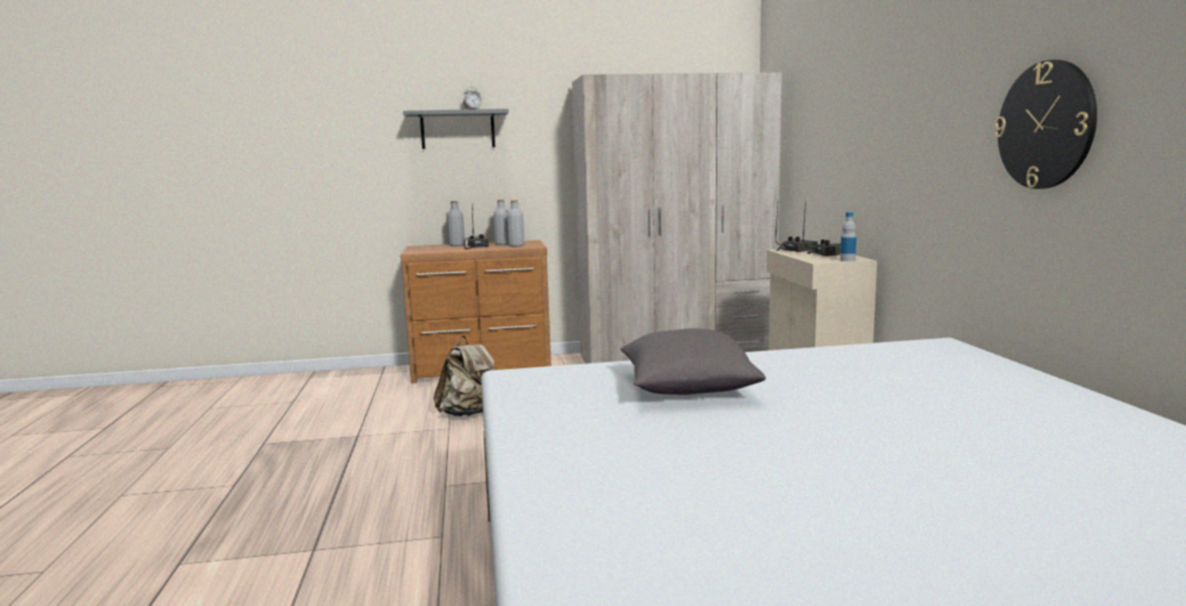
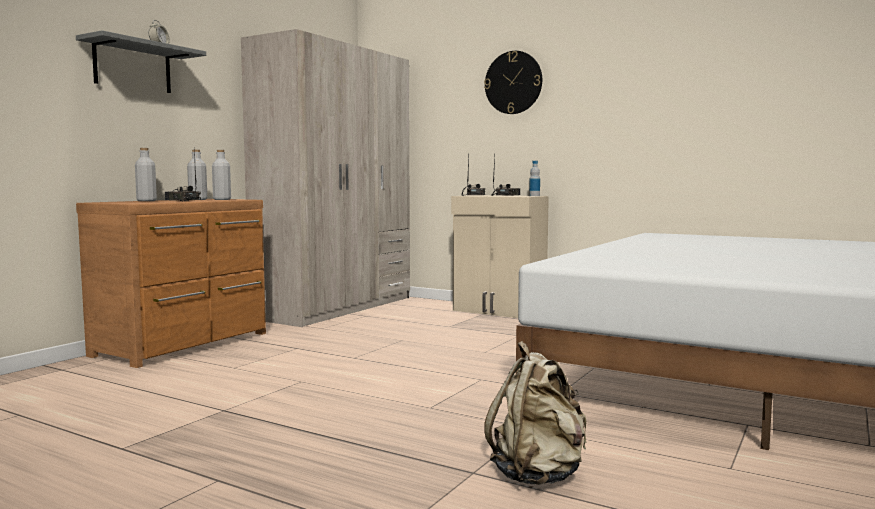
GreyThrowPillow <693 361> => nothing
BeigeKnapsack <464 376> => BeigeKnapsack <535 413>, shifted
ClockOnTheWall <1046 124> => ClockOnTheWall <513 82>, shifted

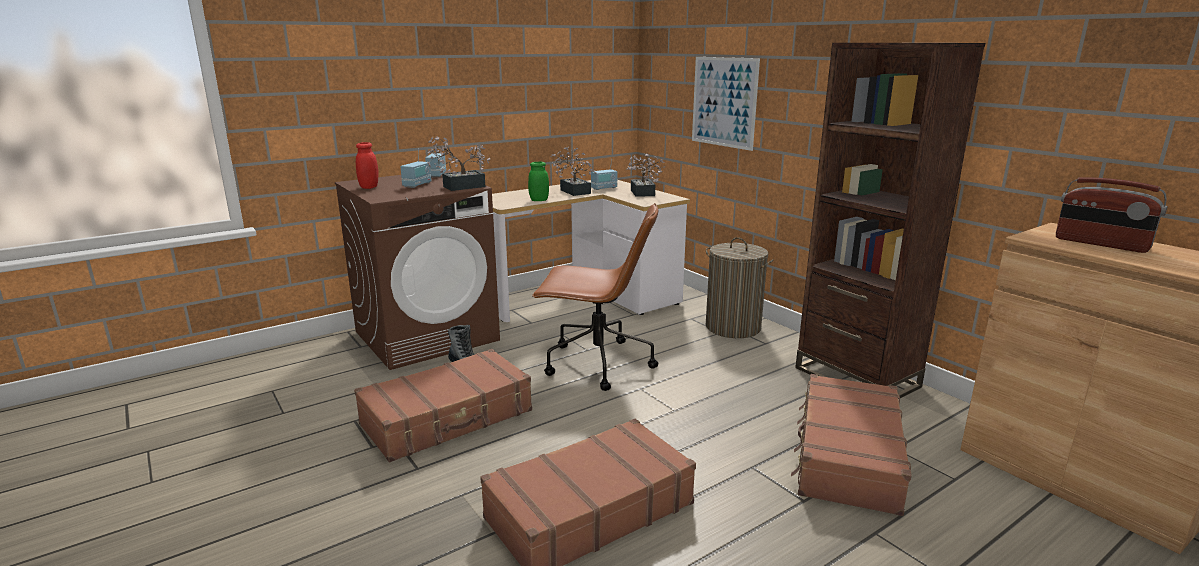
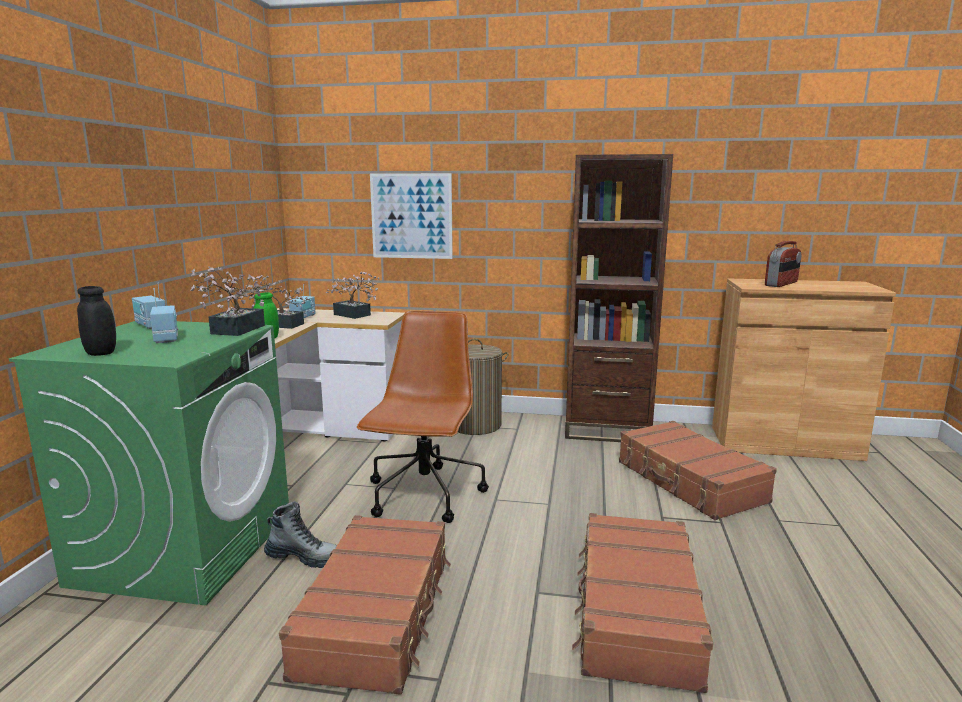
BrownWashingMachine <417 270> => GreenColouredWashingMachine <149 463>
RedJar <367 165> => BlackishJar <96 321>
BrownDeskChair <595 297> => BrownDeskChair <423 417>, 45 degrees counterclockwise
RadioReceiver <1111 215> => RadioReceiver <783 264>, 45 degrees counterclockwise

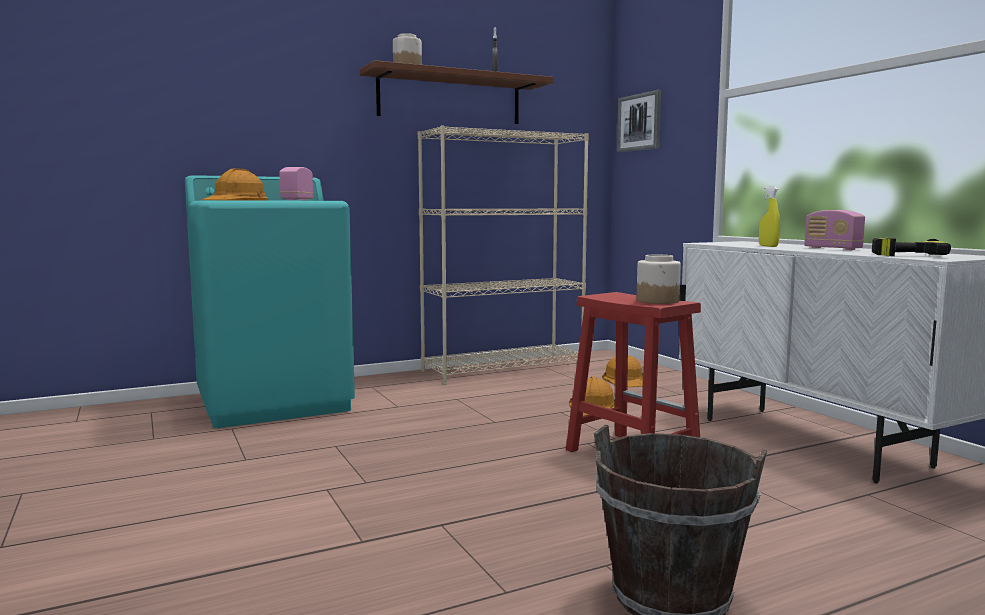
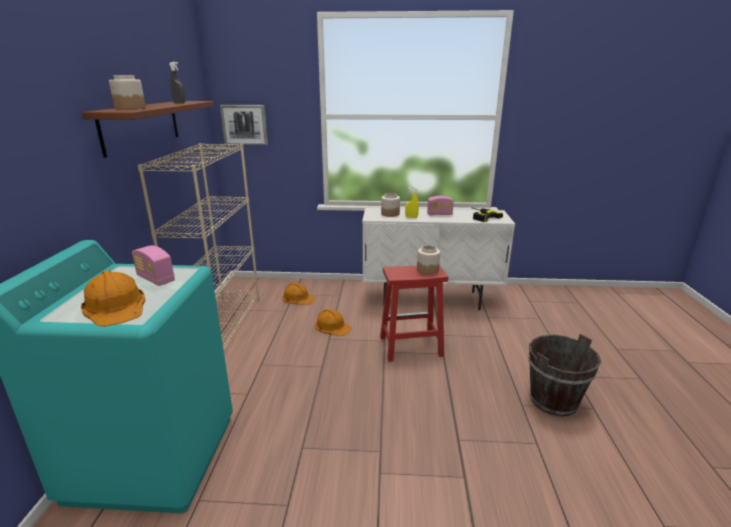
nothing => Jar <390 205>

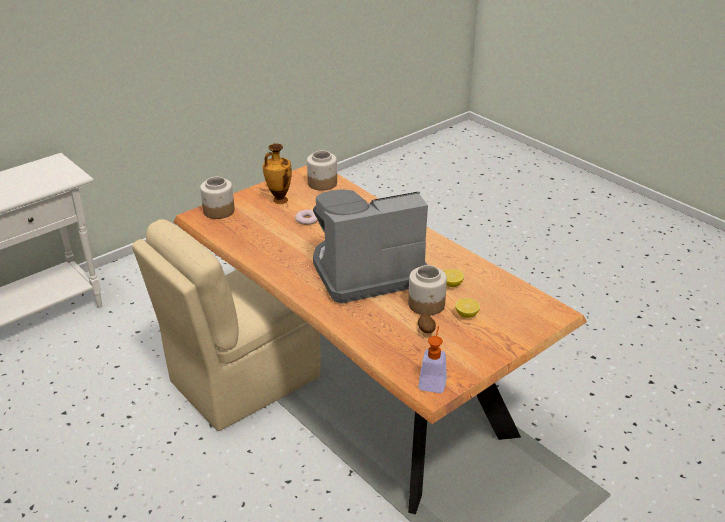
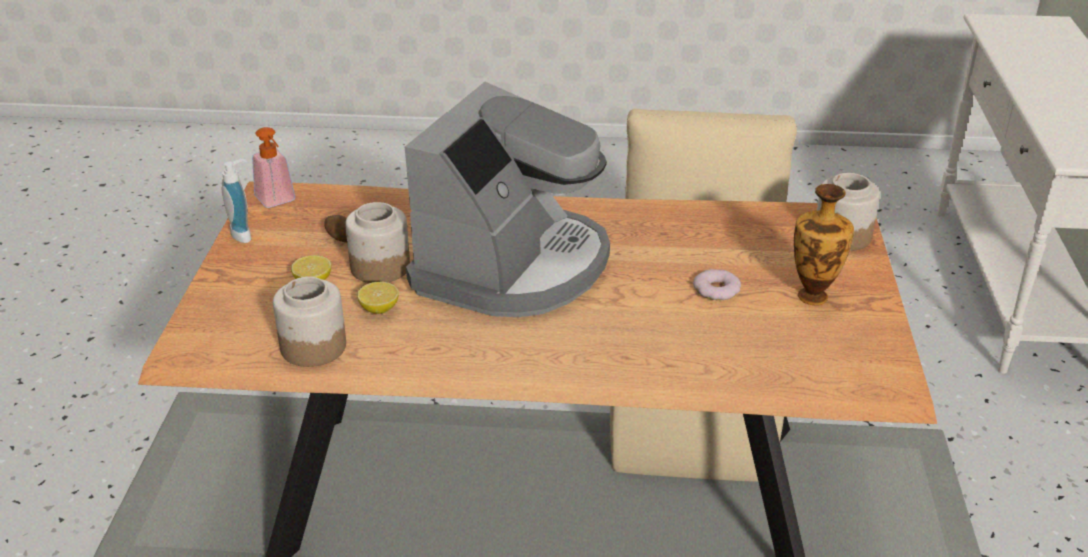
nothing => SoapBottle <236 201>
Jar <322 170> => Jar <309 322>, shifted

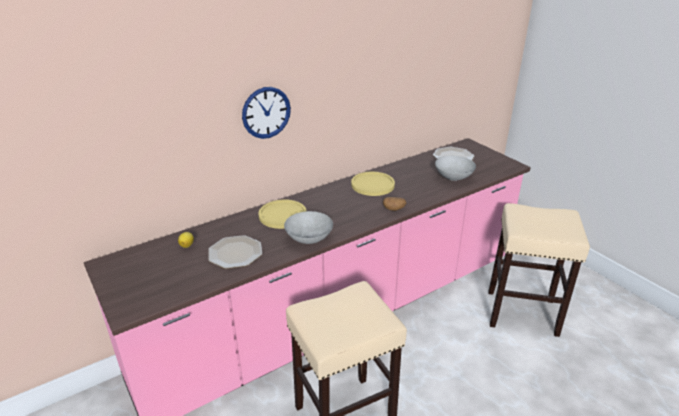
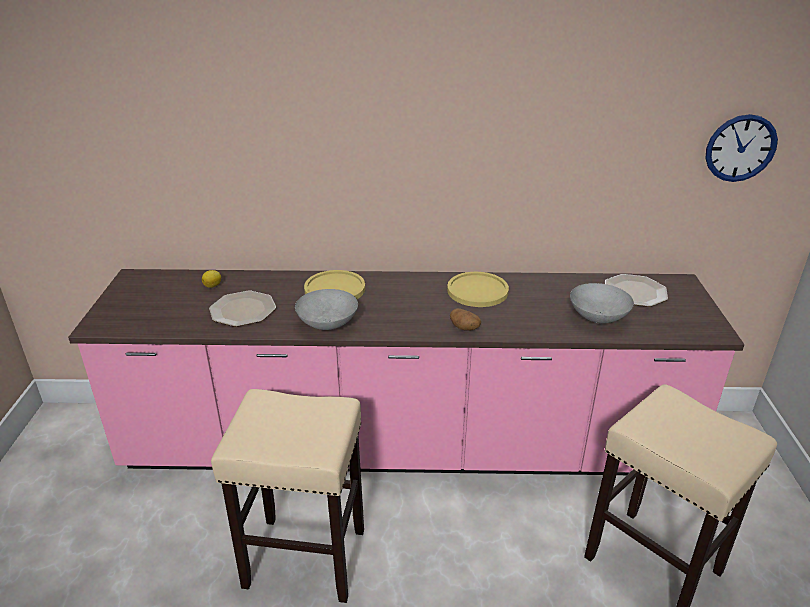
ClockOnTheWall <266 113> => ClockOnTheWall <741 148>, shifted

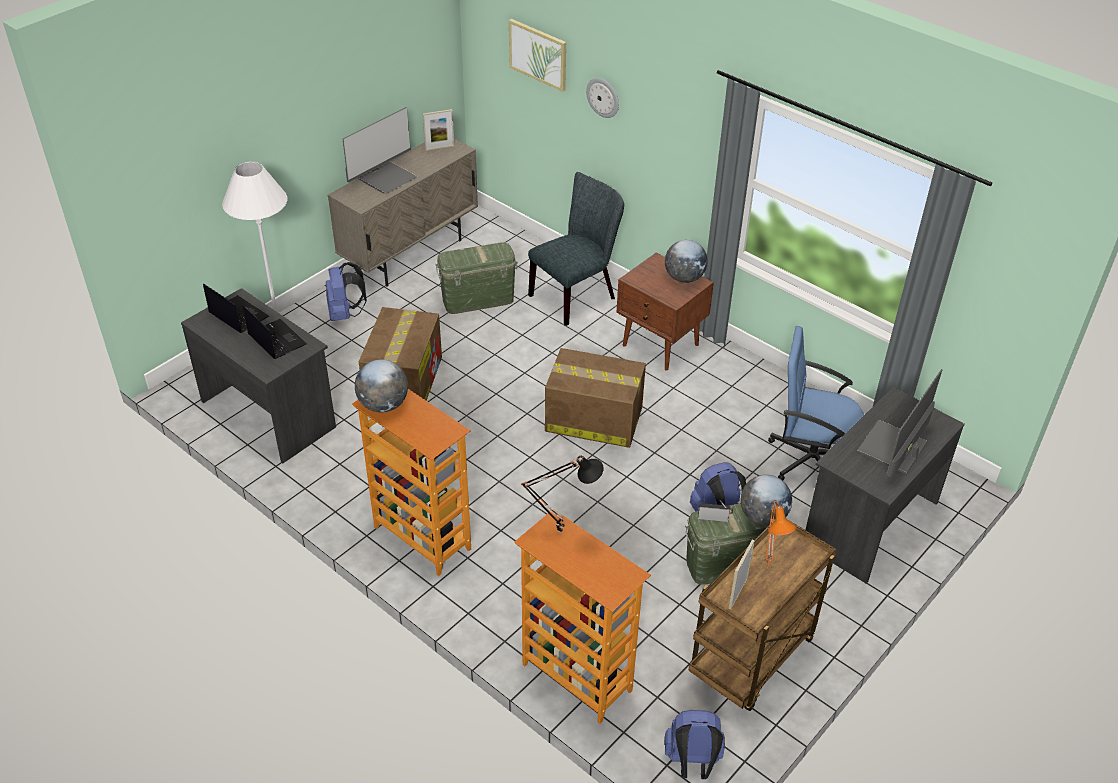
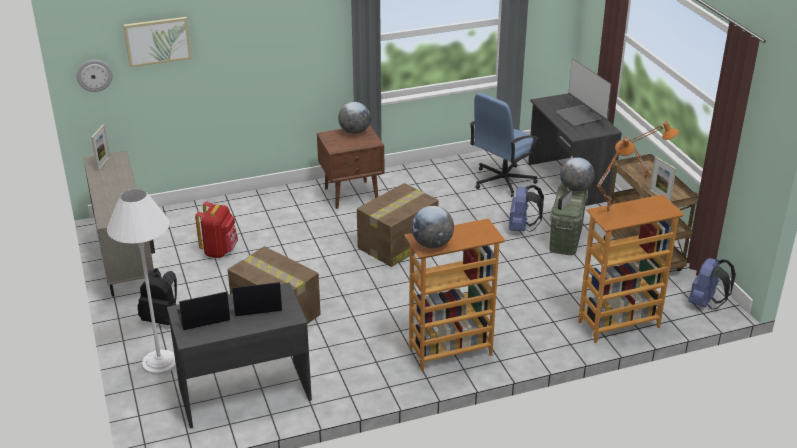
ComputerDisplay <380 150> => nothing
GreyUprightChair <576 249> => nothing
ClockOnTheWall <602 98> => ClockOnTheWall <95 76>, shifted
GreenColouredStorageBin <476 278> => RedKnapsack <216 229>
BlueKnapsack <346 291> => BlackishKnapsack <157 296>
BlackishTableLamp <562 494> => OrangeColouredTableLamp <616 175>

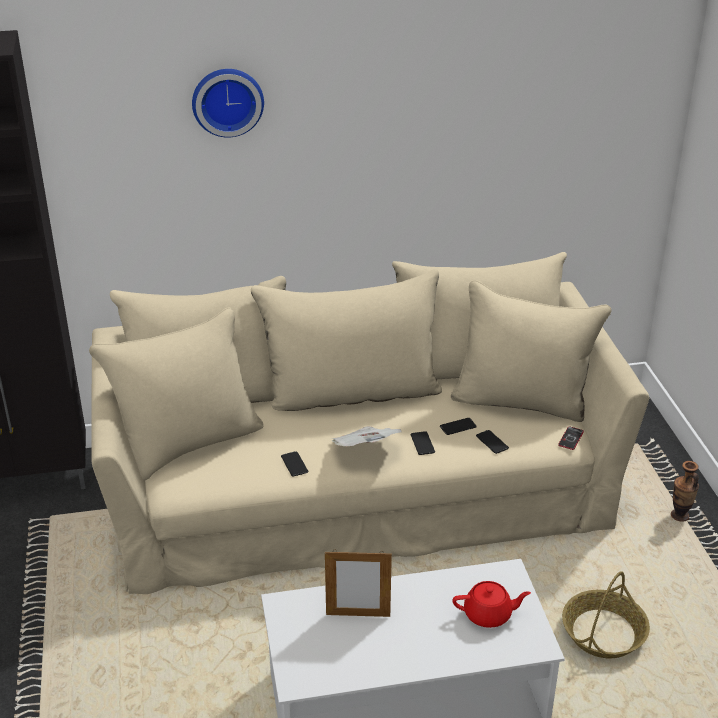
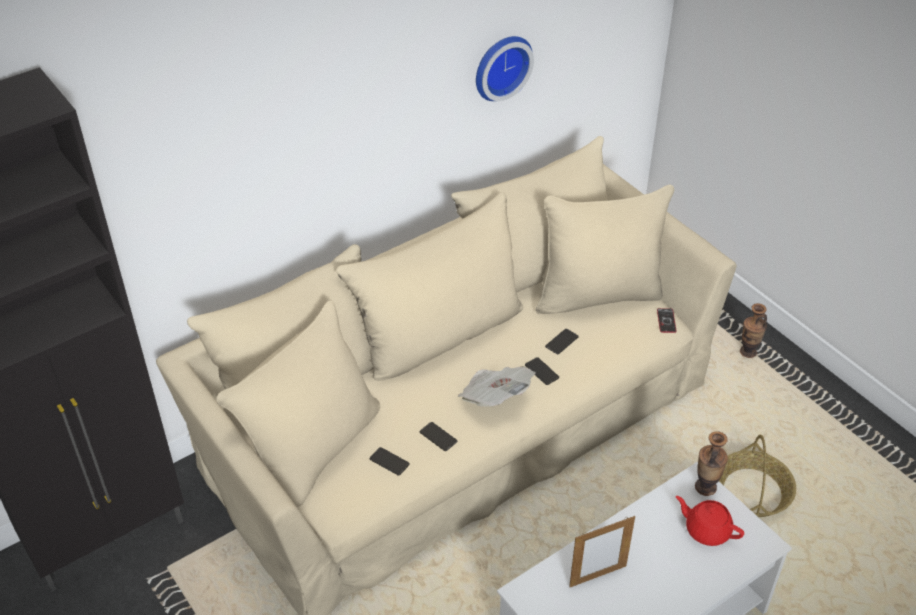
nothing => Vase <711 463>
ClockOnTheWall <228 103> => ClockOnTheWall <505 68>, shifted
Handset <492 442> => Handset <390 461>, shifted
RedTeapot <491 604> => RedTeapot <710 521>, 120 degrees counterclockwise

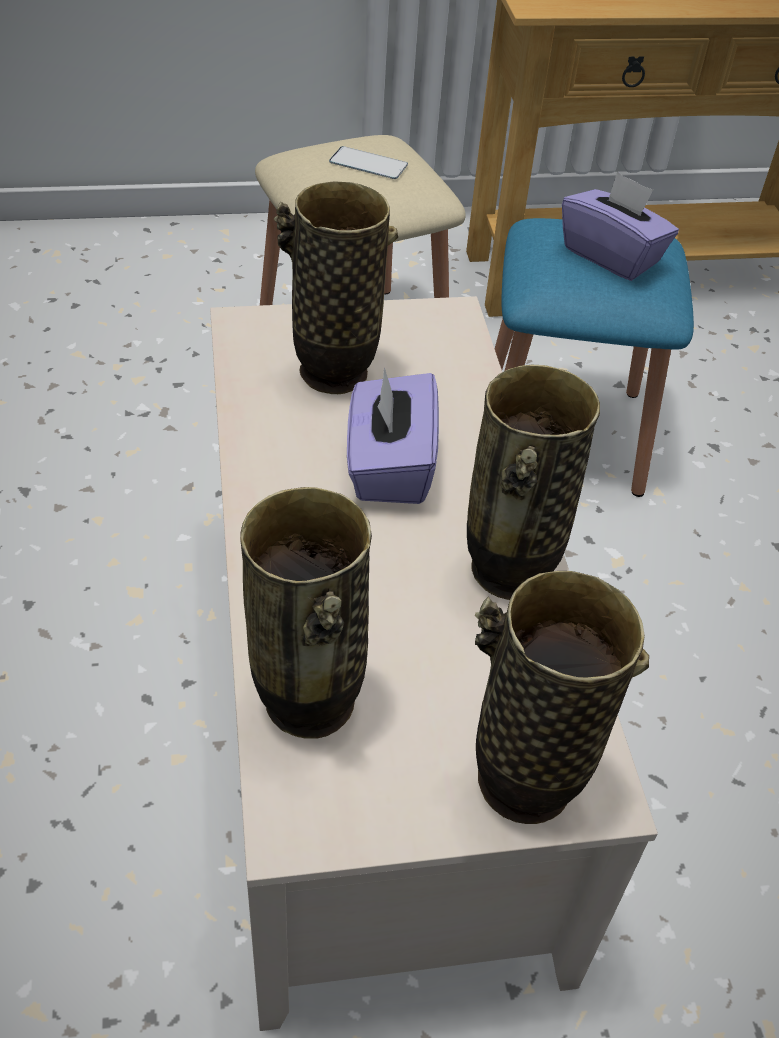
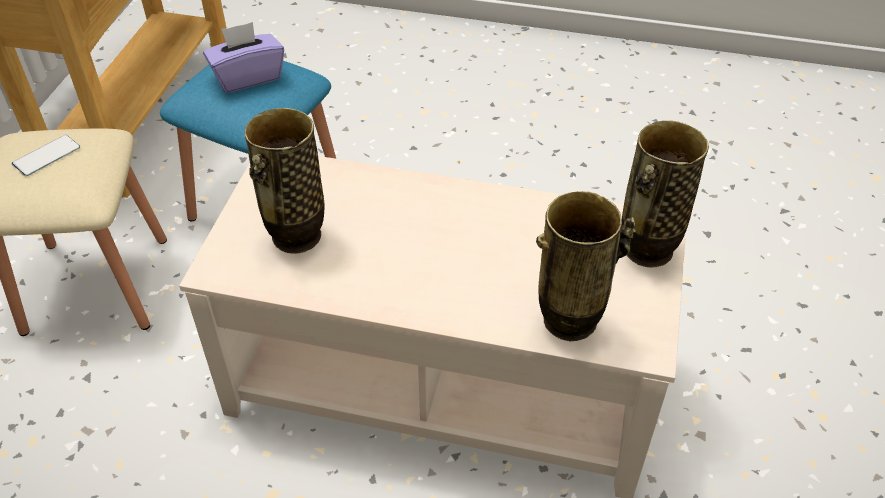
PurpleBoxOfTissues <393 436> => nothing
Vase <533 482> => nothing

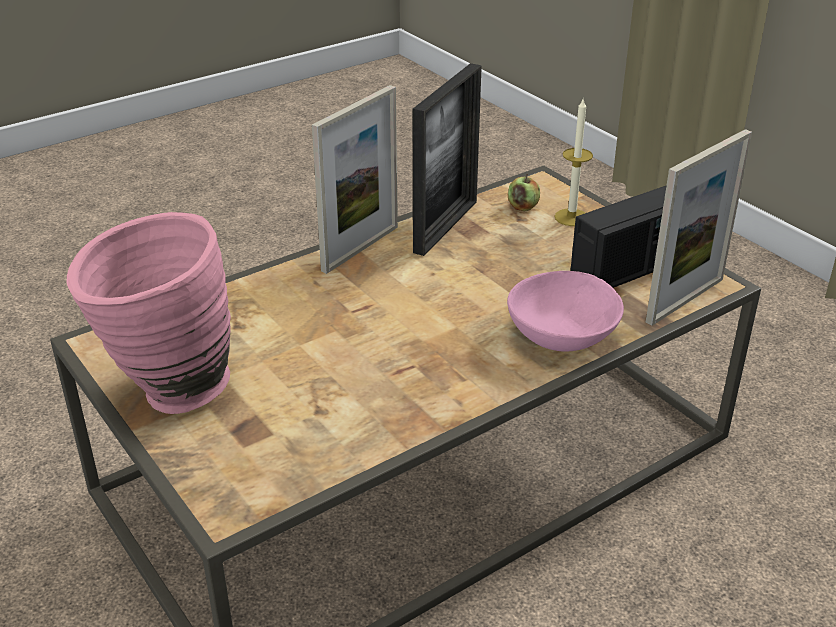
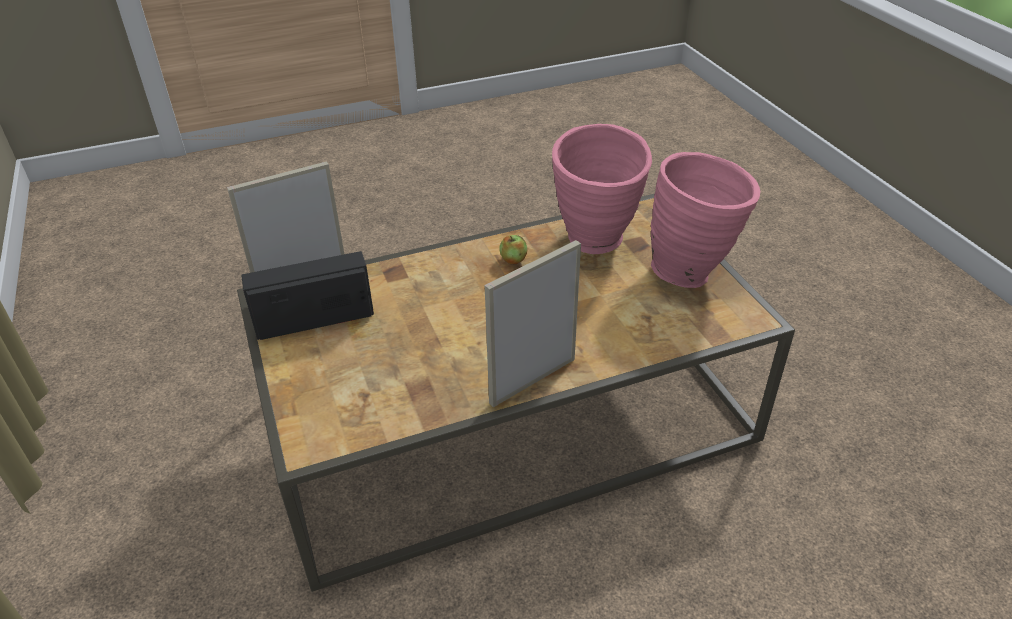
PictureFrame <447 159> => nothing
PinkColouredBowl <565 311> => nothing
WaxLight <573 161> => nothing
nothing => PinkColouredVase <602 189>
Apple <524 192> => Apple <513 249>, shifted

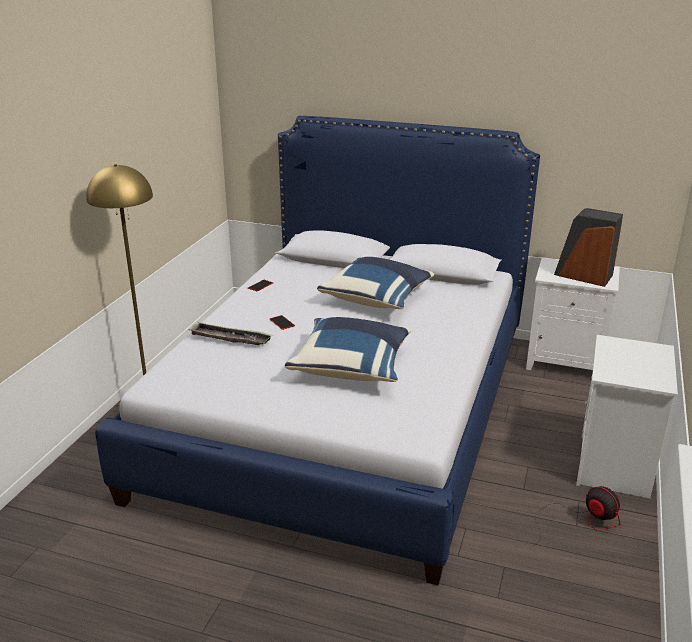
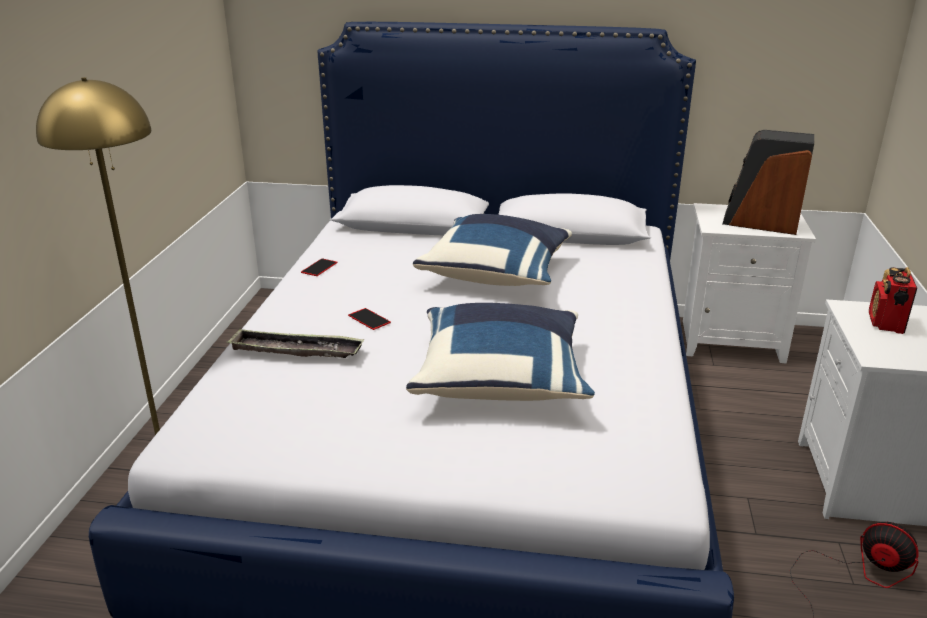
nothing => RadioReceiver <893 300>

